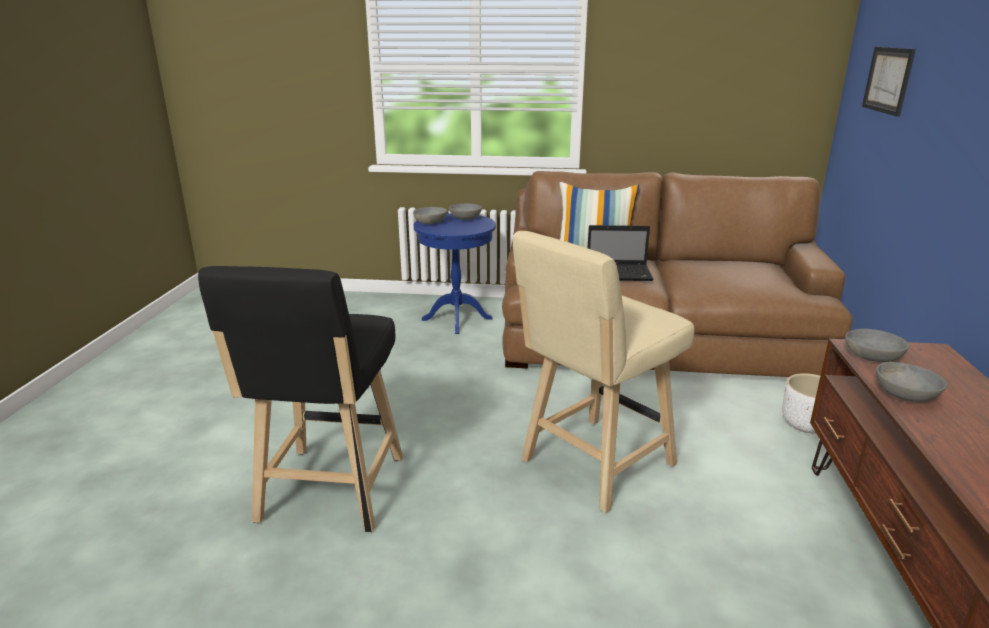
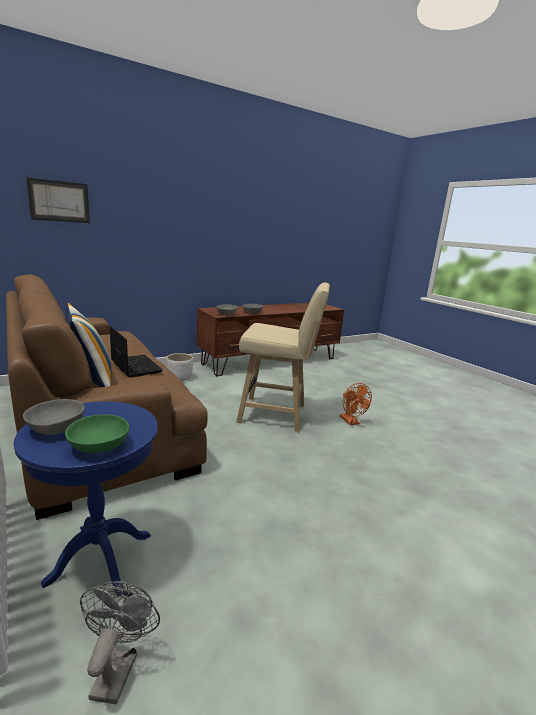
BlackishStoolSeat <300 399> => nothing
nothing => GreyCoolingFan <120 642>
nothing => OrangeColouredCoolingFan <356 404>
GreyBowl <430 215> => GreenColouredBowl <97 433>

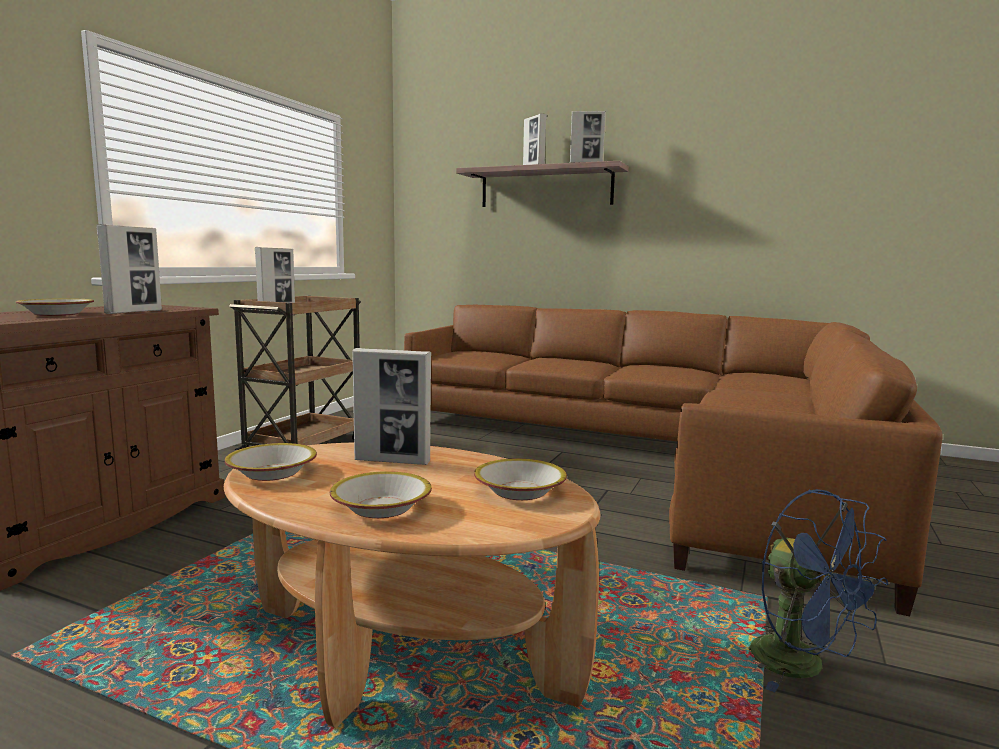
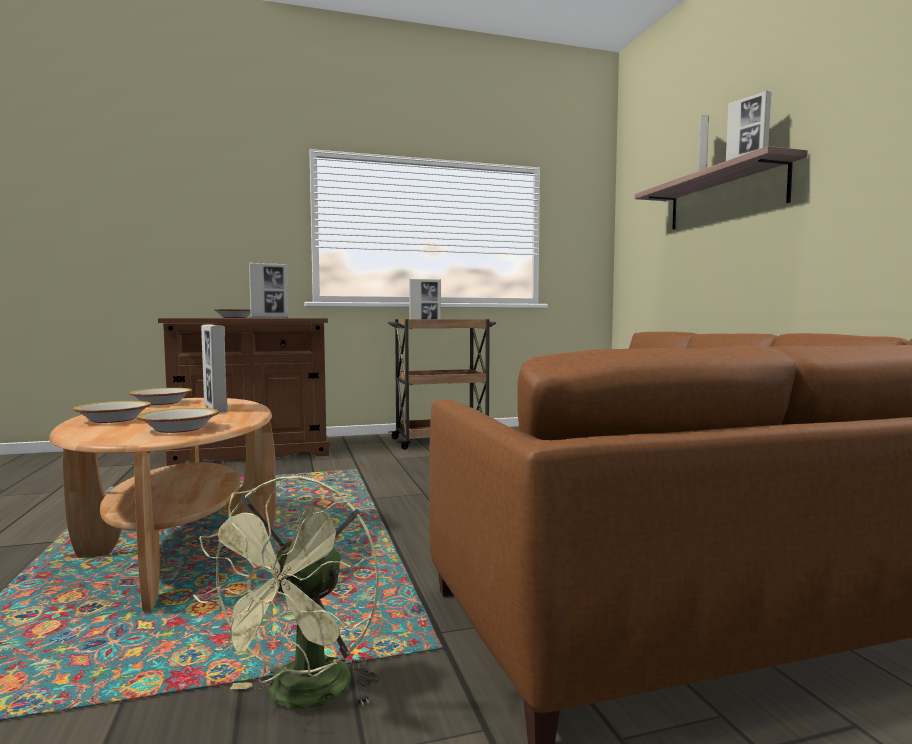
BlueCoolingFan <818 590> => GreenColouredCoolingFan <286 592>

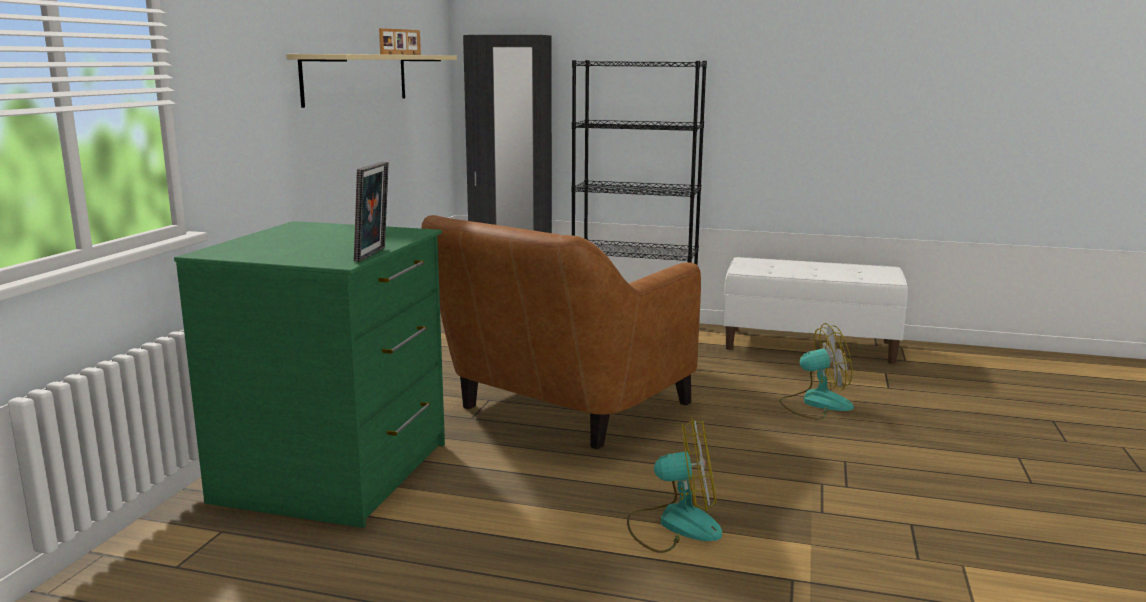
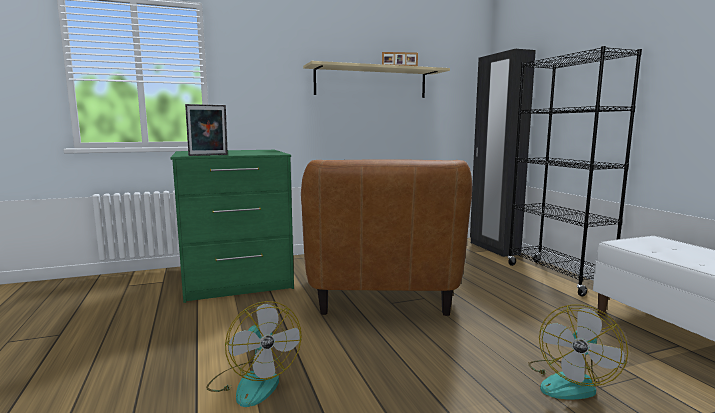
BrownEasyChair <561 332> => BrownEasyChair <386 237>, 90 degrees counterclockwise
CoolingFan <816 371> => CoolingFan <578 352>, 75 degrees clockwise

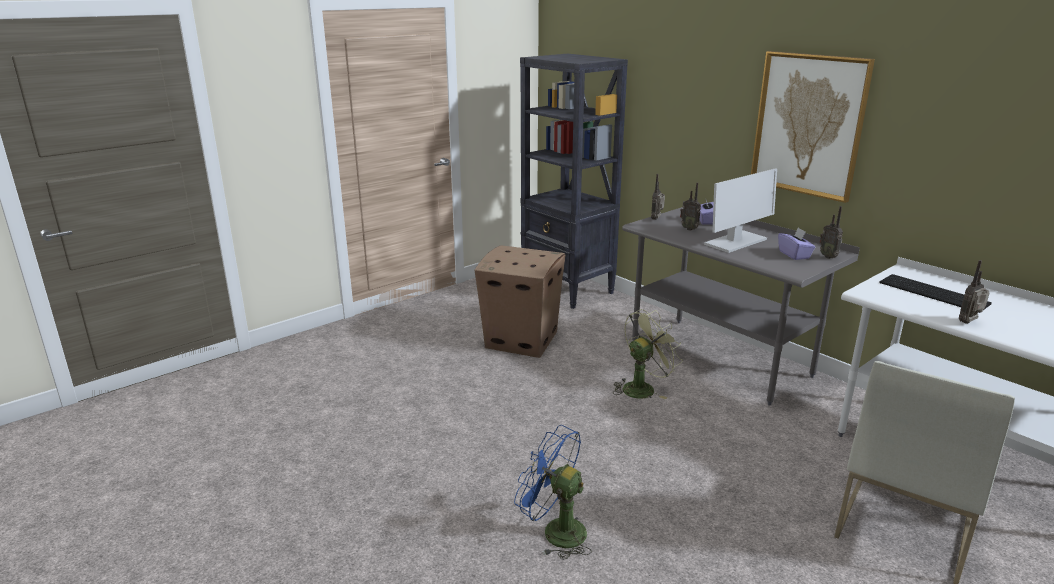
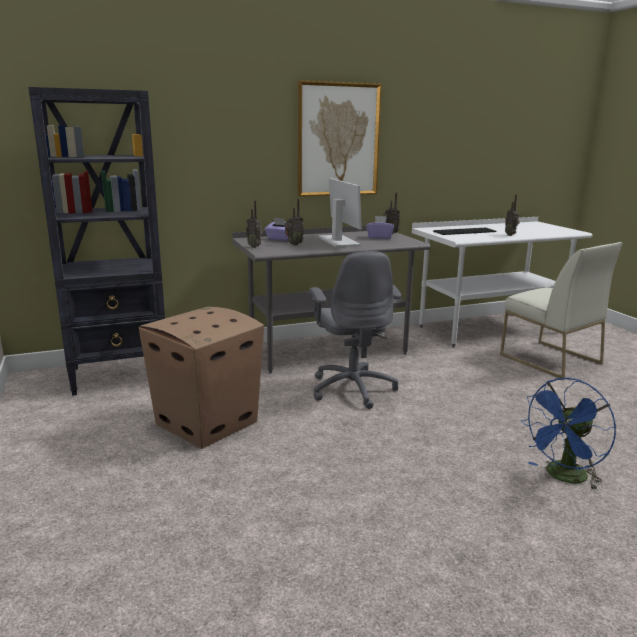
GreenColouredCoolingFan <648 354> => GreyDeskChair <355 330>

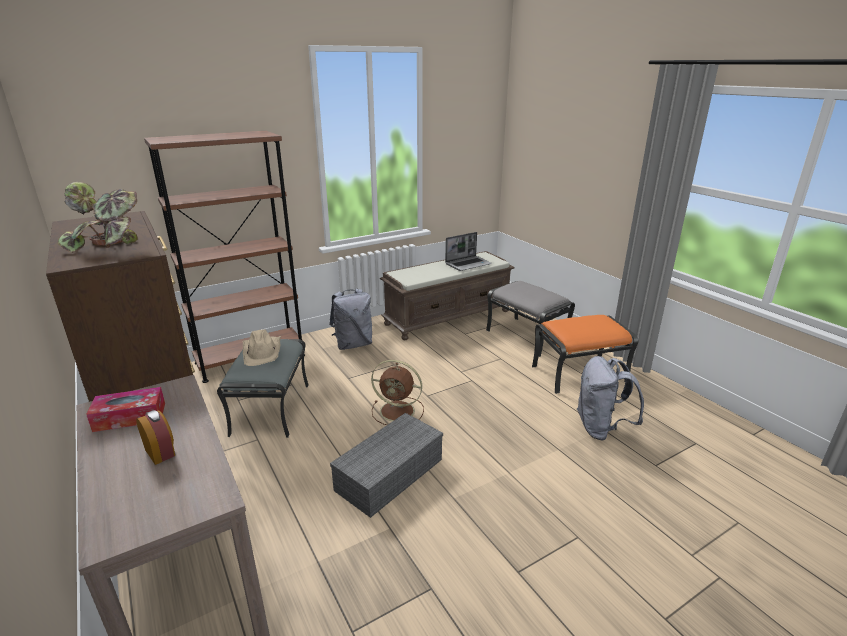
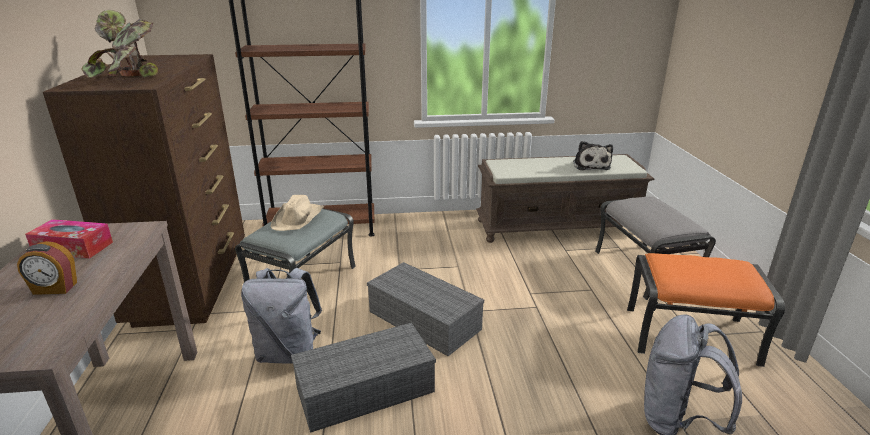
GreyKnapsack <350 319> => GreyKnapsack <281 316>, shifted
BrownCoolingFan <397 392> => GreyStorageBin <425 309>
PortableComputer <468 251> => PlushToy <593 155>
AlarmClock <155 437> => AlarmClock <47 268>, 105 degrees clockwise

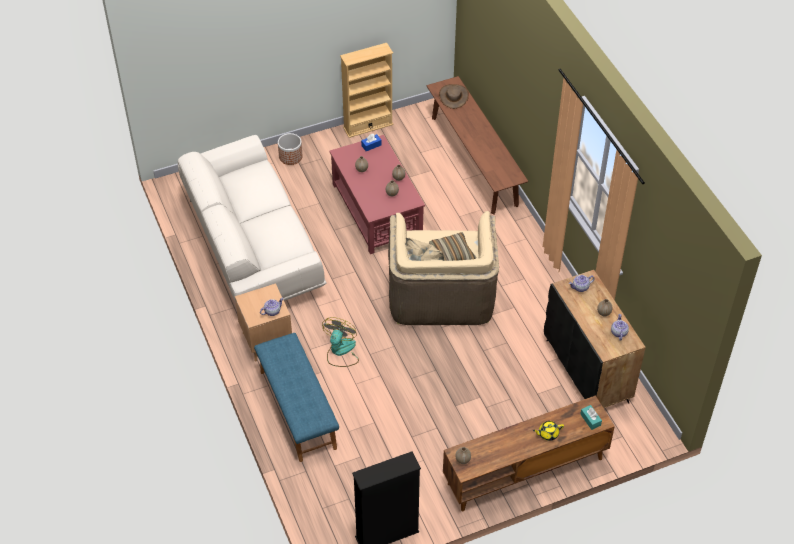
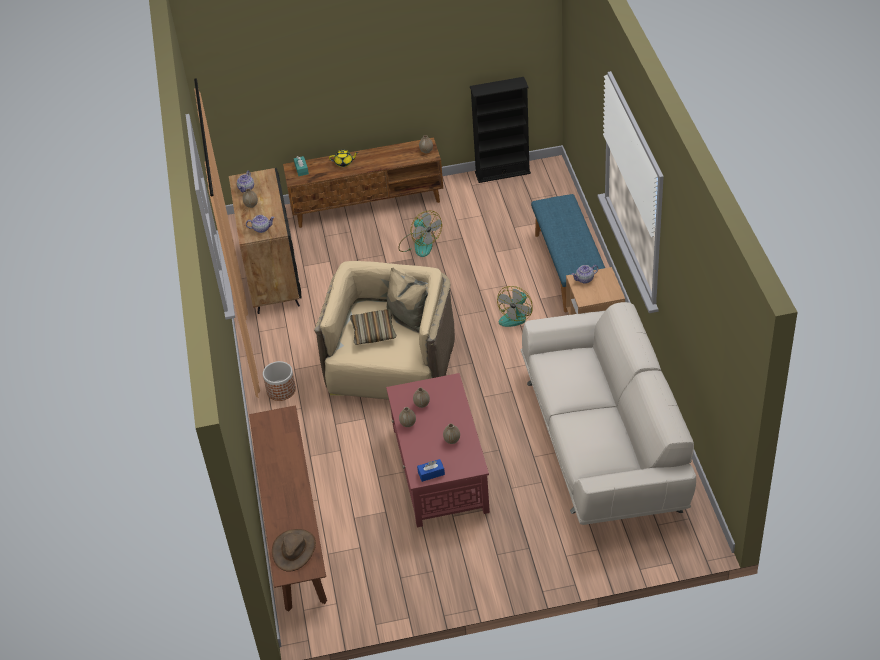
BeigeBookshelf <366 90> => nothing
nothing => CoolingFan <420 233>
FlowerPot <290 149> => FlowerPot <279 381>, shifted

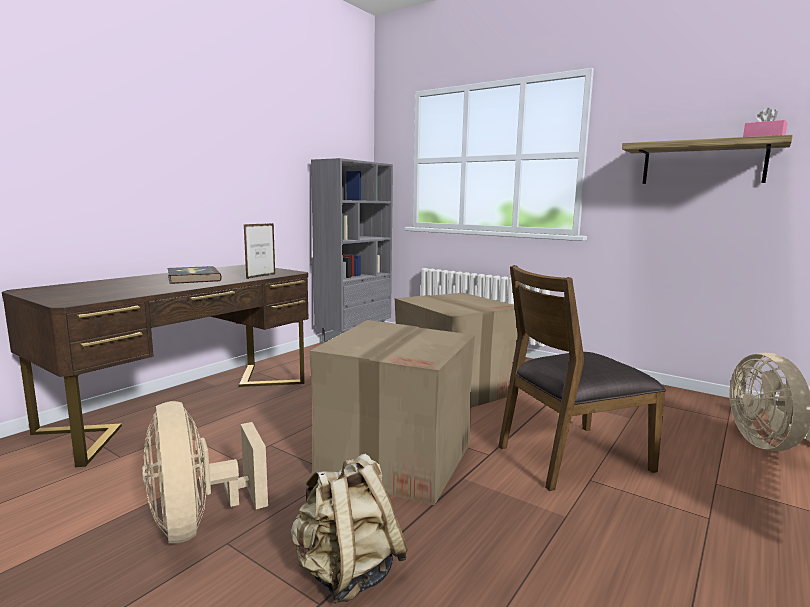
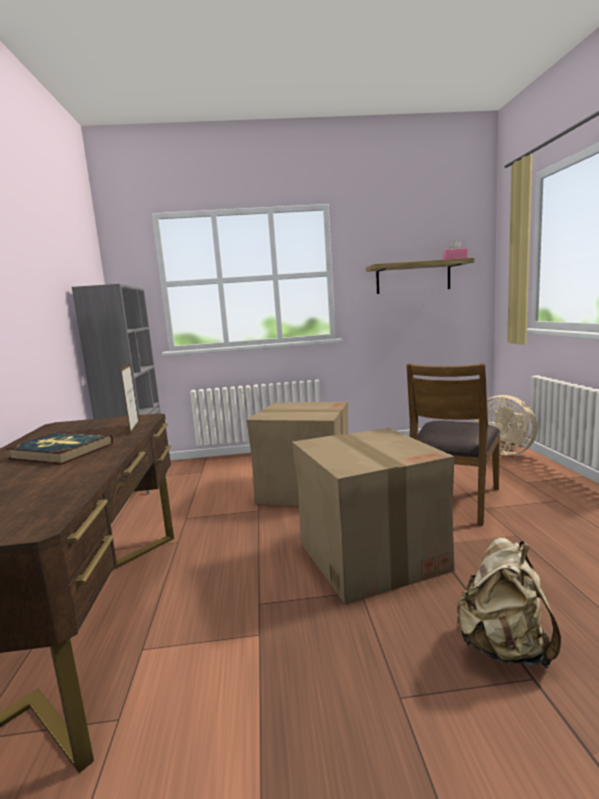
BeigeCoolingFan <205 472> => nothing

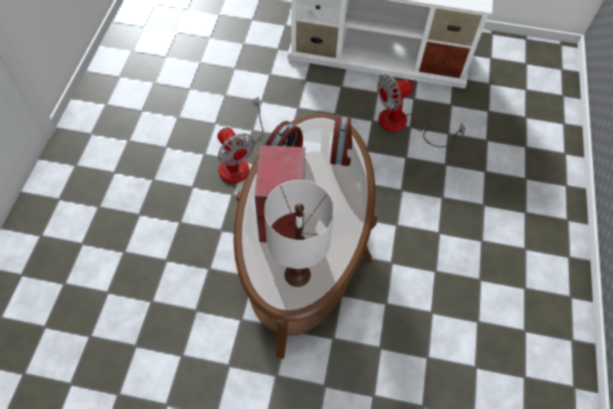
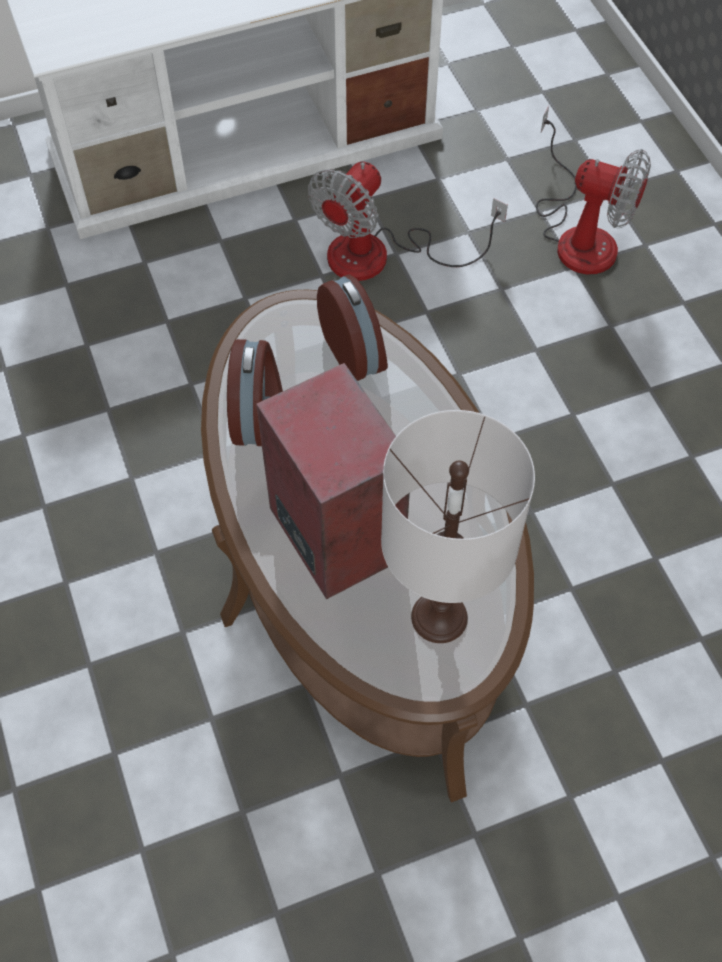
CoolingFan <240 140> => CoolingFan <593 190>, shifted

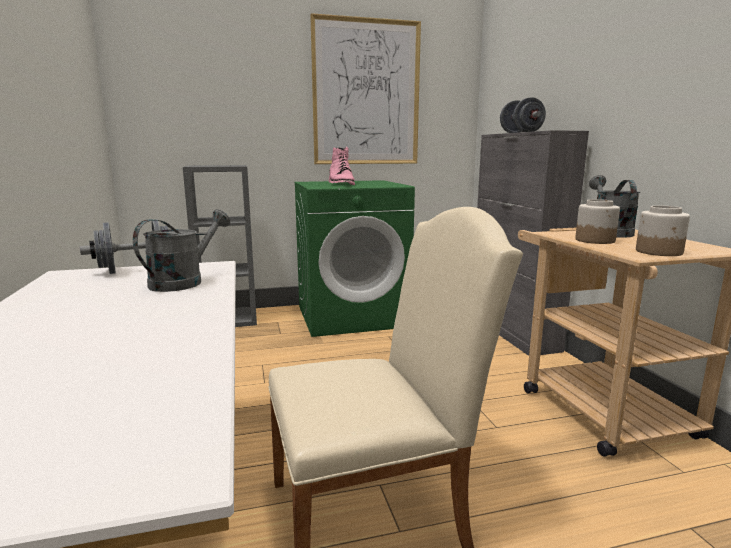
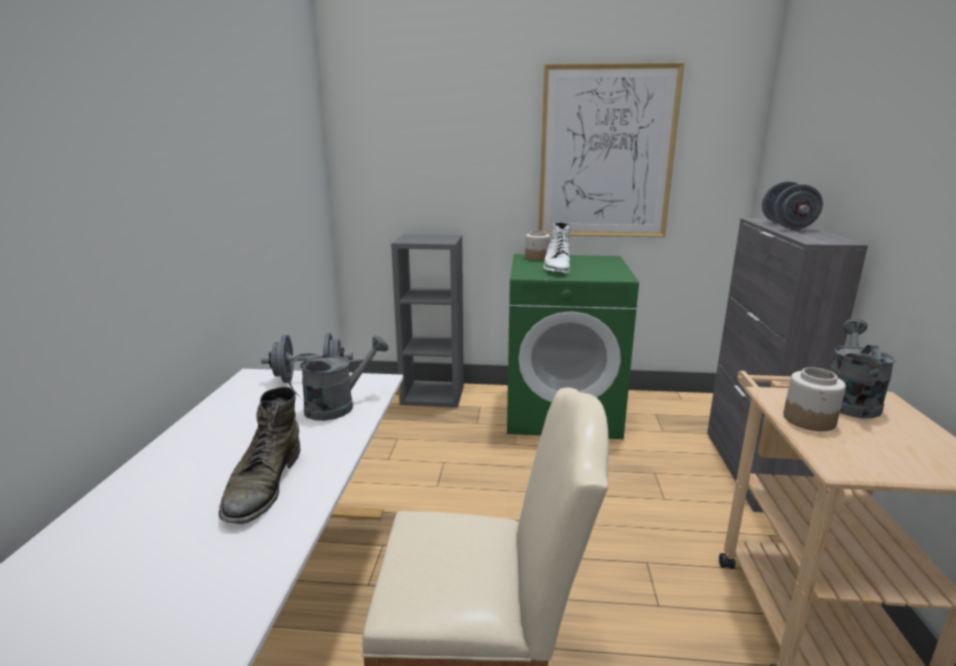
nothing => GreenColouredBoot <259 455>
Jar <663 231> => Jar <537 245>, shifted
PinkColouredBoot <342 166> => WhiteBoot <557 247>

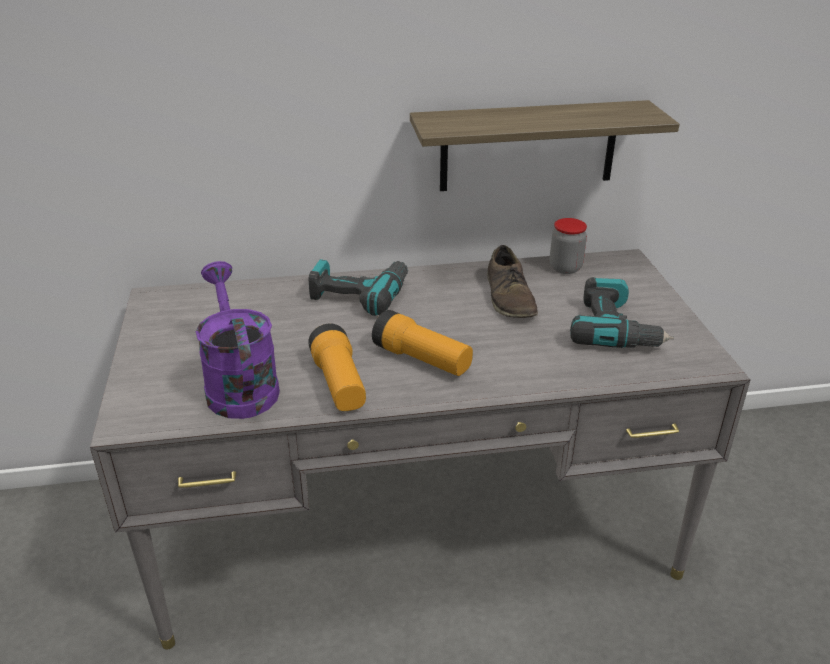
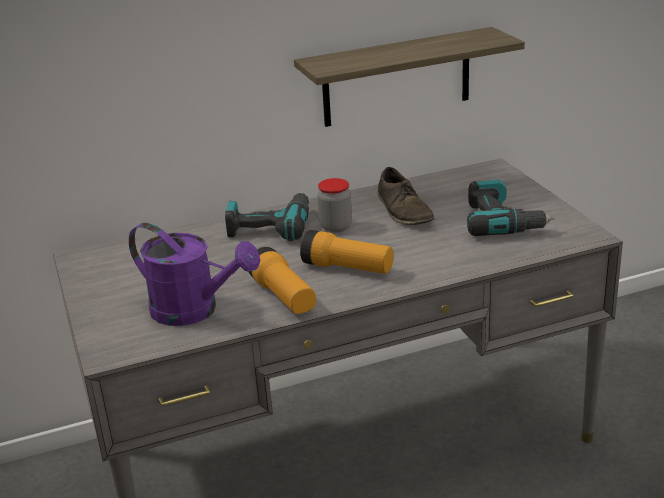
Jar <568 246> => Jar <334 205>, shifted
PurpleWateringPot <238 340> => PurpleWateringPot <194 274>, 150 degrees clockwise

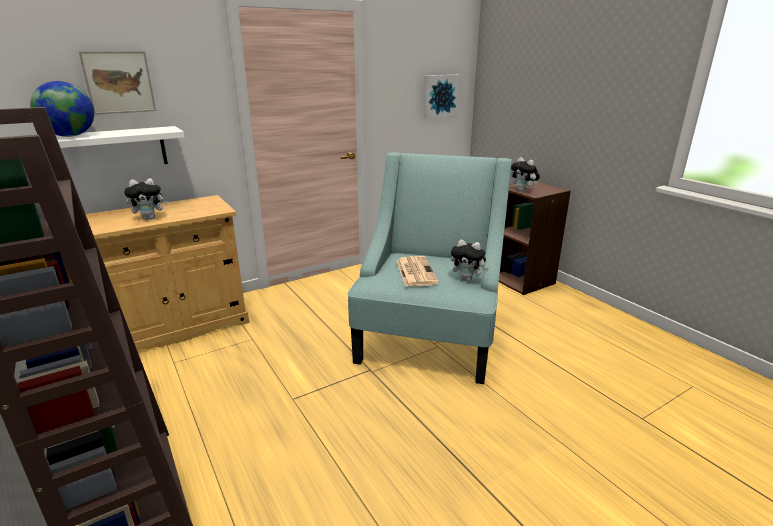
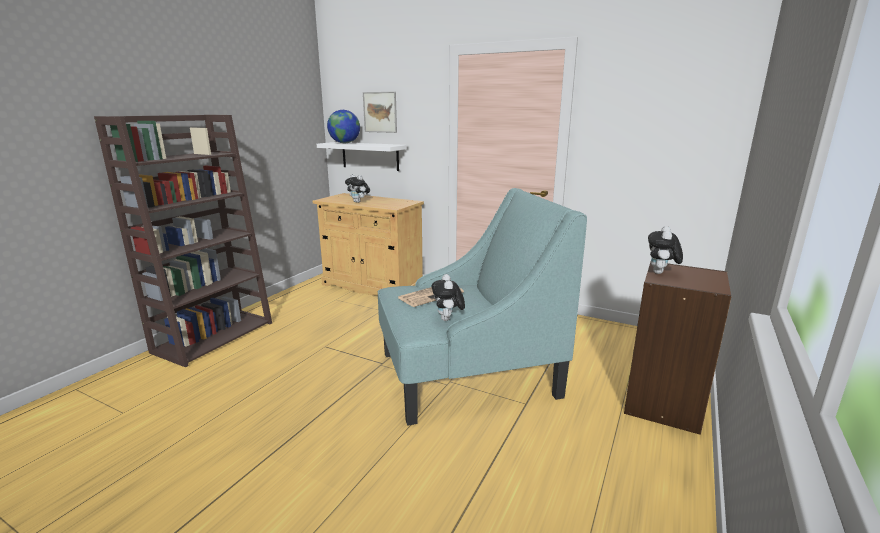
WallArt <442 97> => nothing

